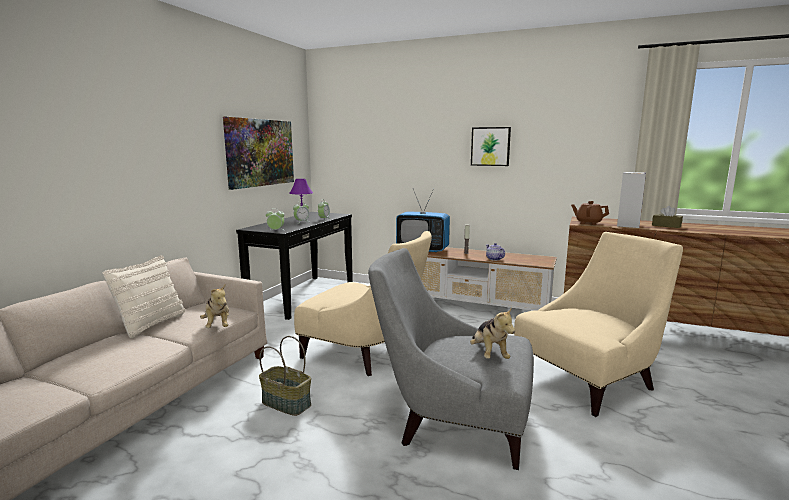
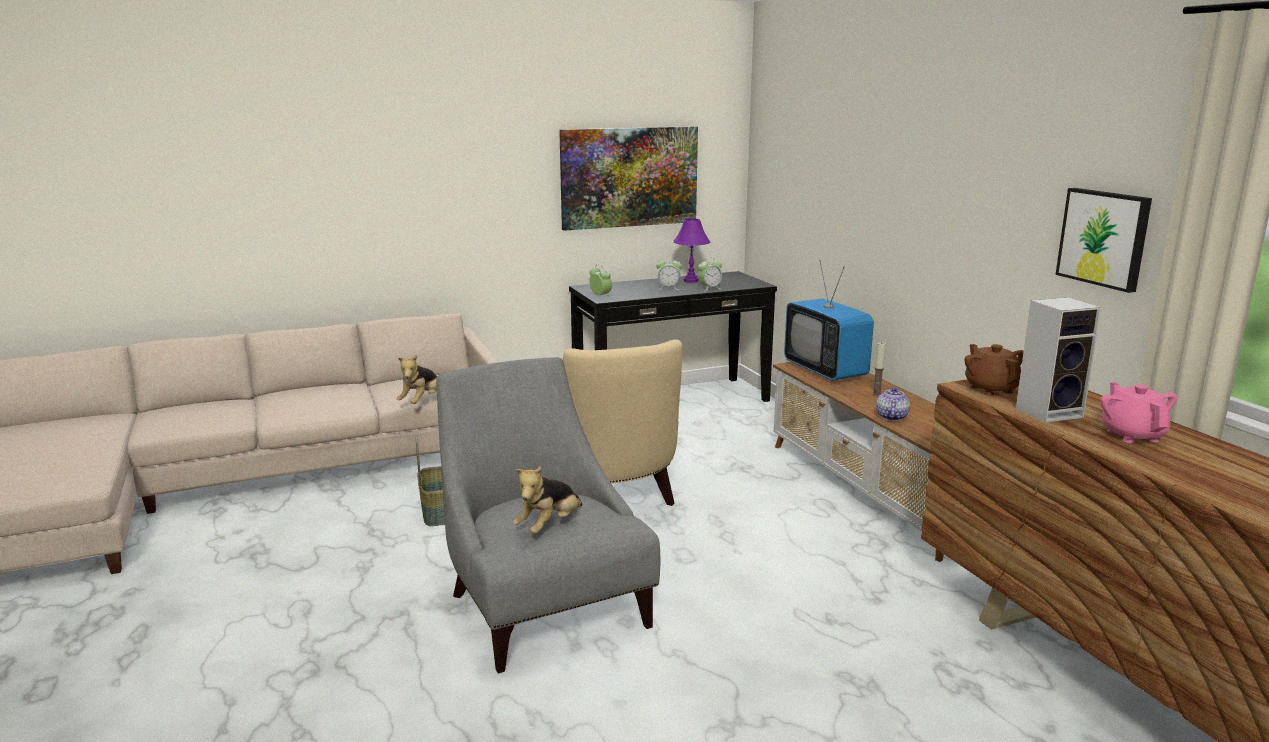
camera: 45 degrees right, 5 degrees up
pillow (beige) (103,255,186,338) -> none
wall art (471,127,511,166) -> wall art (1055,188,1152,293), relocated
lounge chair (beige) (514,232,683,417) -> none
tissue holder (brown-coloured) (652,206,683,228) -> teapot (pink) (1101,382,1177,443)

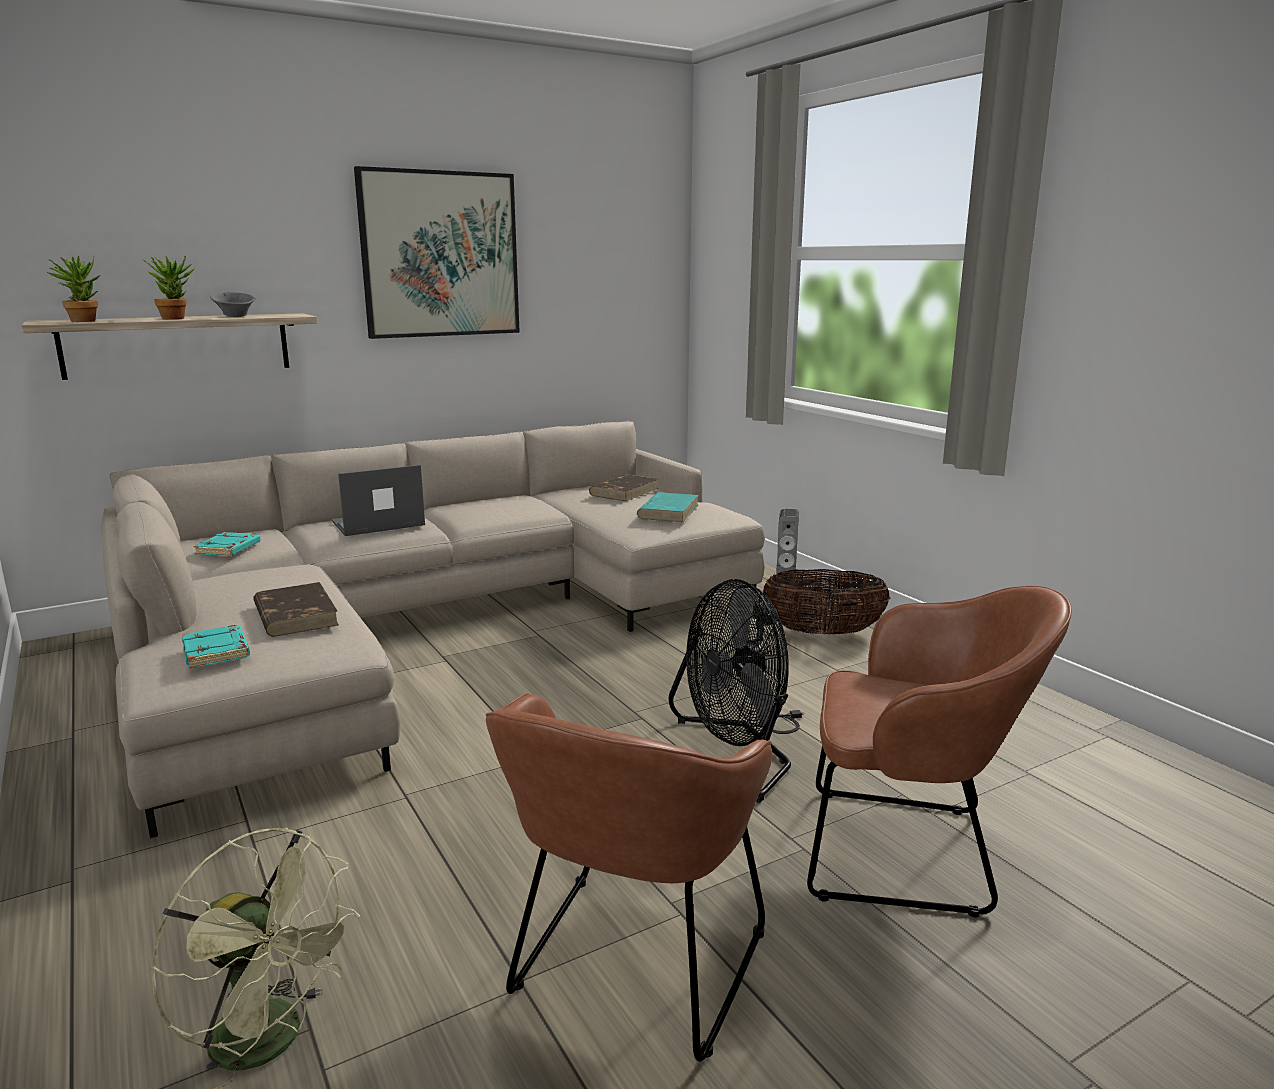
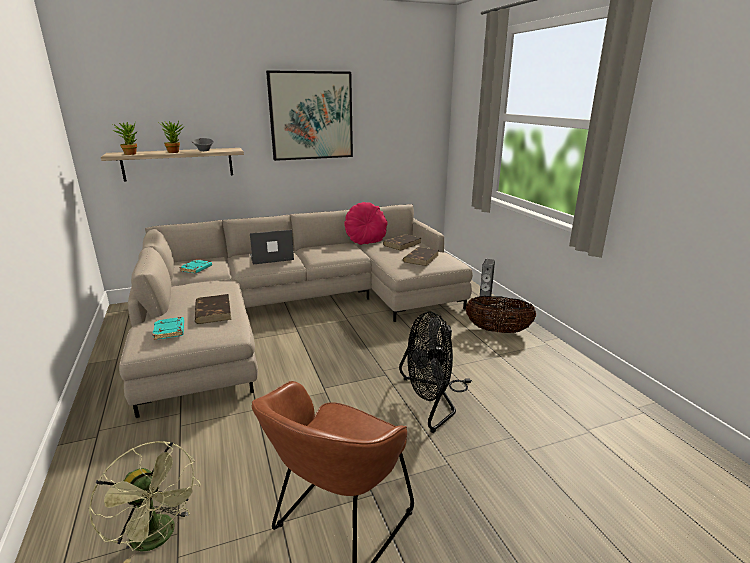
camera: 10 degrees right, 5 degrees up
volume (blue-green) (637,492,699,522) -> volume (brown-coloured) (403,247,439,266)
lounge chair (brown-coloured) (807,586,1072,918) -> none
none -> pillow (pink) (344,202,388,245)

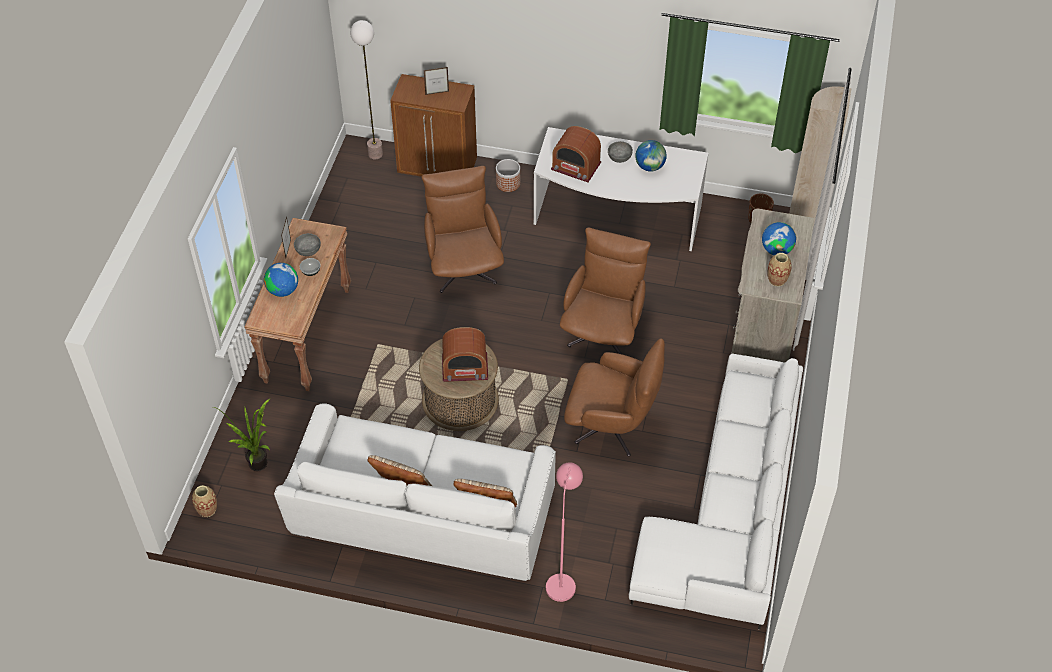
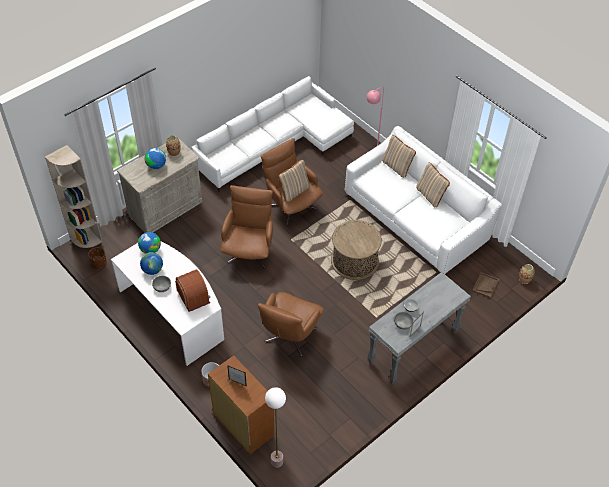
camera: 145 degrees left, 0 degrees up
potted plant (213,399,270,471) -> carrying tray (brown-coloured) (472,272,499,298)
console table (brown-coloured) (244,218,351,391) -> console table (grey) (367,272,471,384)
globe (264,263,298,297) -> globe (138,232,161,254), relocated
radio set (442,327,488,382) -> none
lounge chair (brown-coloured) (560,227,651,355) -> lounge chair (brown-coloured) (220,185,273,268), 135 degrees clockwise
none -> pillow (beige) (278,160,311,202)

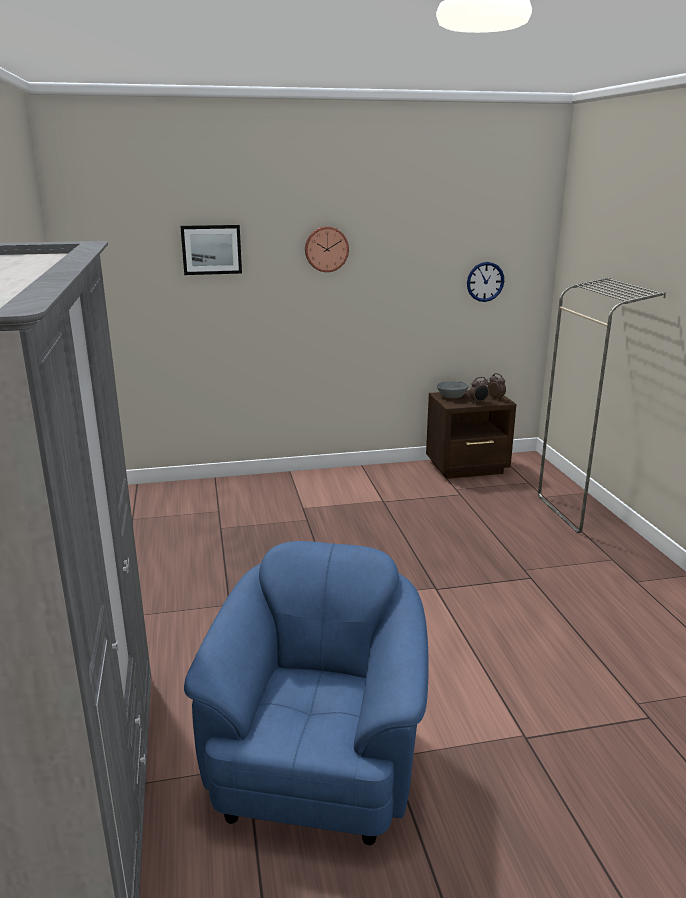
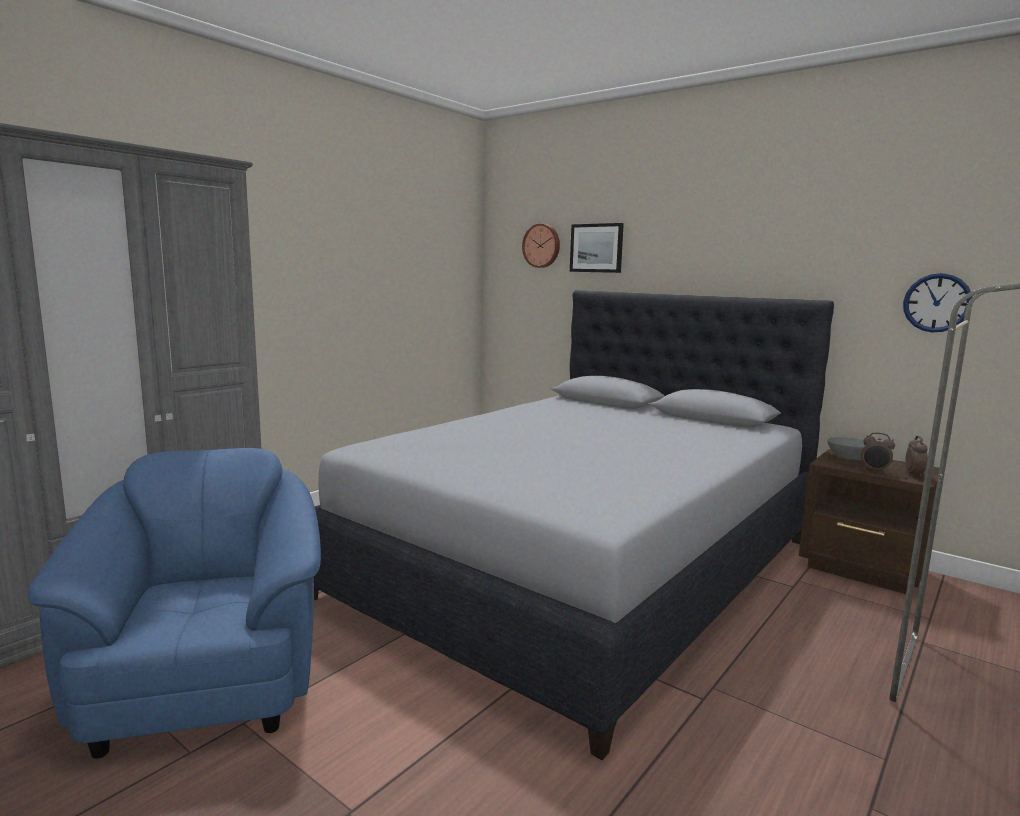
camera: 50 degrees right, 10 degrees down
lounge chair (blue-coloured) (184,541,429,845) -> lounge chair (blue-coloured) (28,448,321,759), 75 degrees counterclockwise
hanging clock (305,226,349,272) -> hanging clock (522,224,560,268), relocated
none -> sleeping bed (grey) (314,290,834,760)

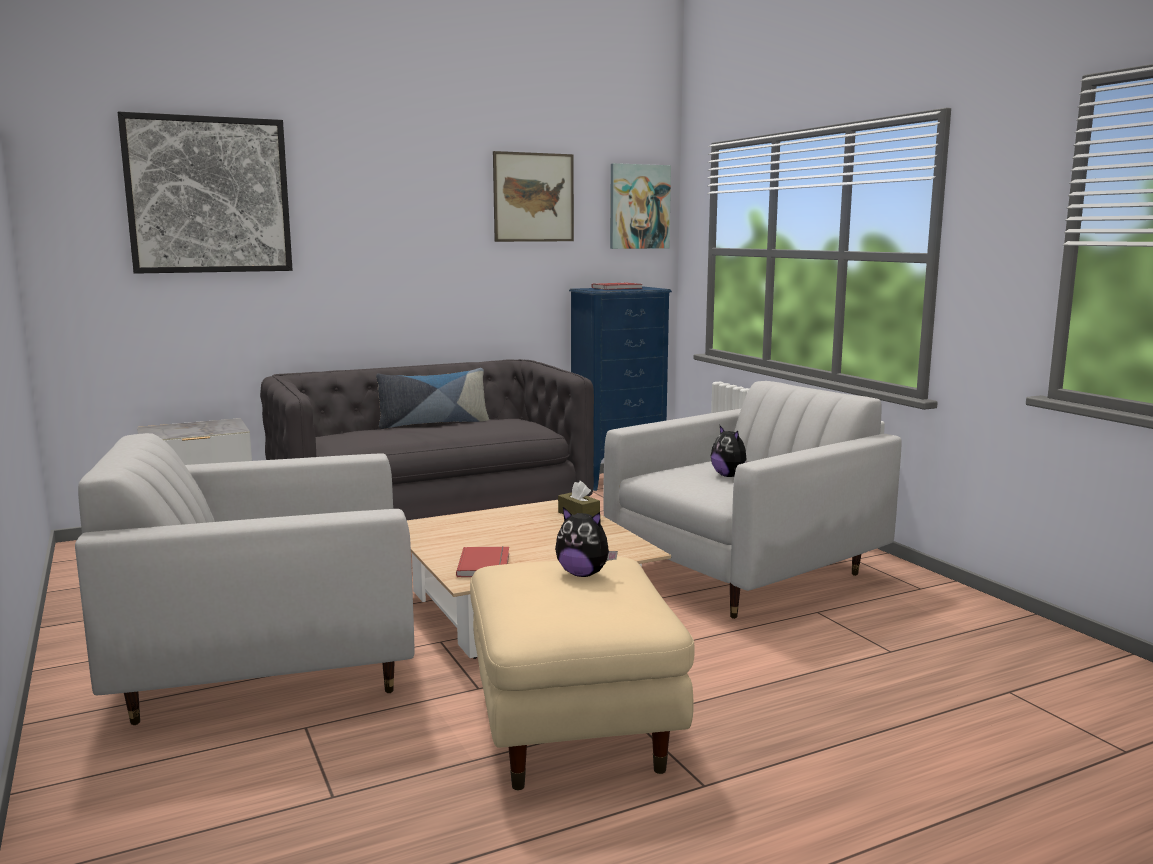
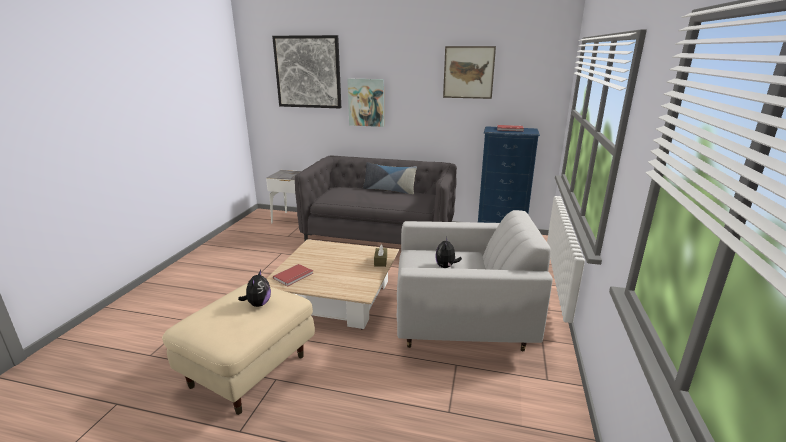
camera: 40 degrees right, 10 degrees up
lounge chair (white-coloured) (75,433,415,725) -> none
soft toy (555,507,618,577) -> soft toy (238,270,271,307), 150 degrees counterclockwise
wall art (610,163,671,249) -> wall art (347,79,384,127), relocated

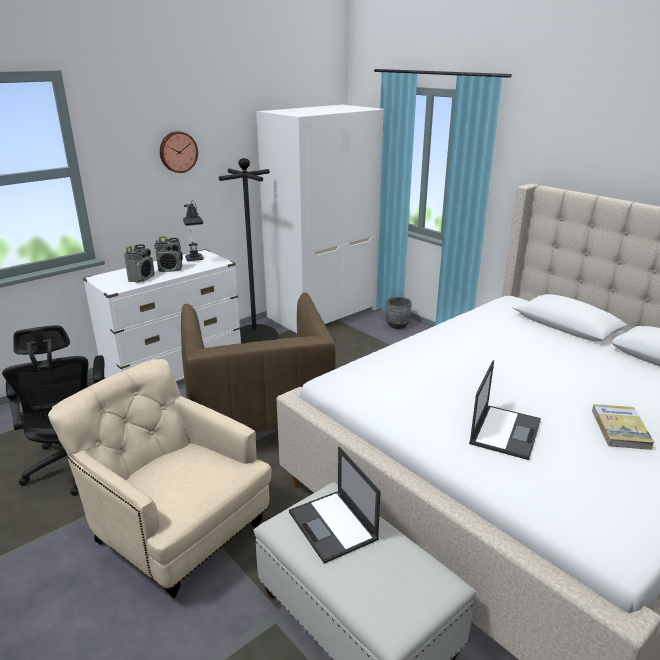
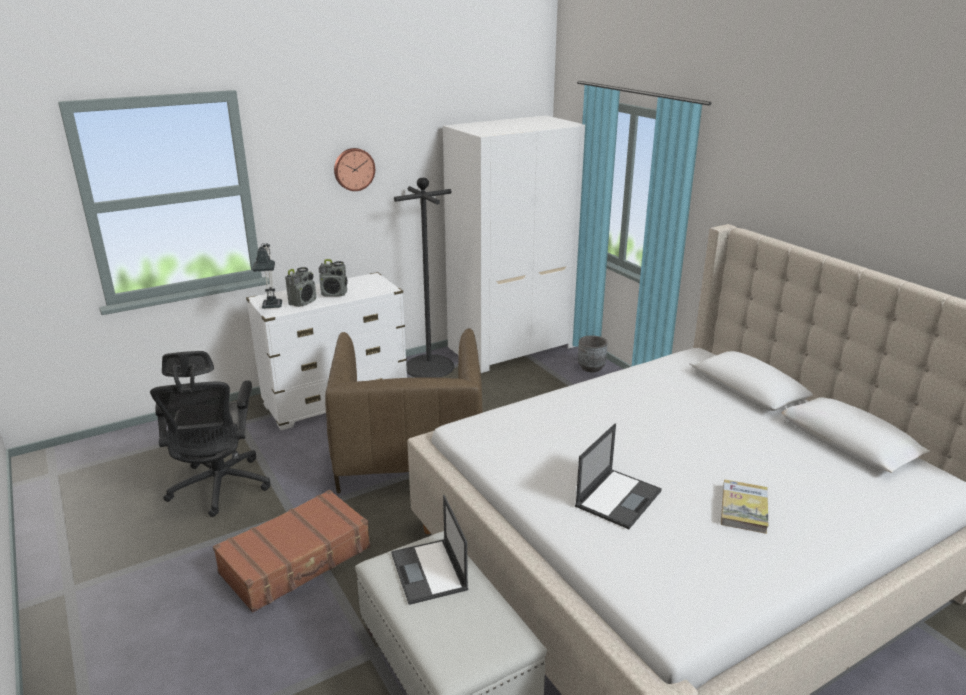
camera: 10 degrees right, 0 degrees up
lounge chair (beige) (48,359,272,598) -> piece of luggage (brown-coloured) (213,490,370,613)
table lamp (183,201,204,261) -> table lamp (252,243,282,309), relocated

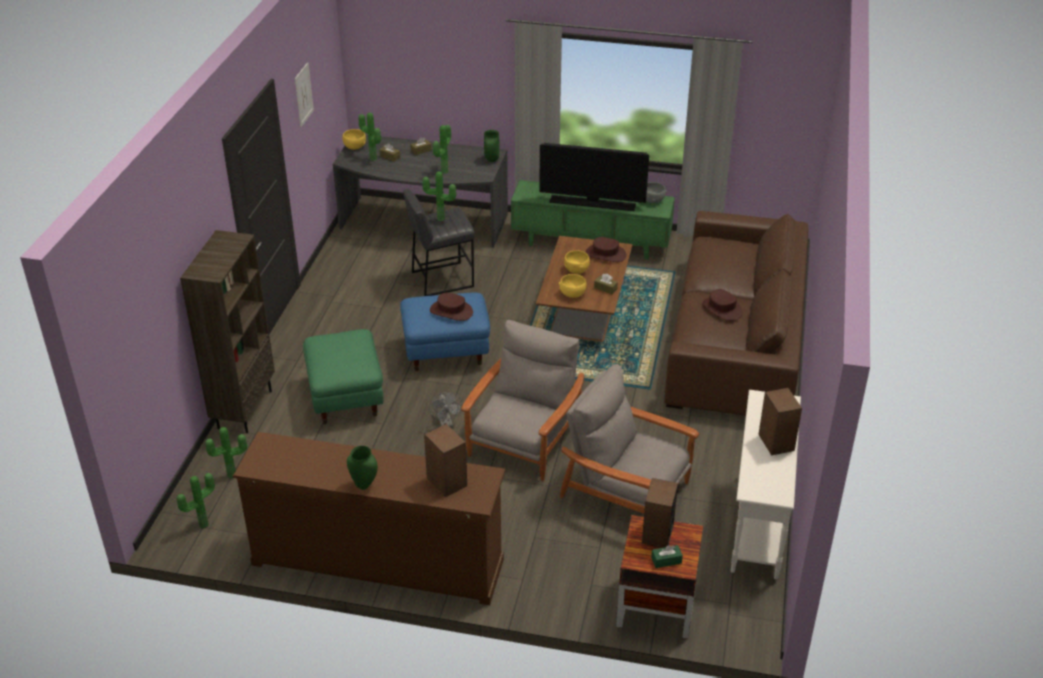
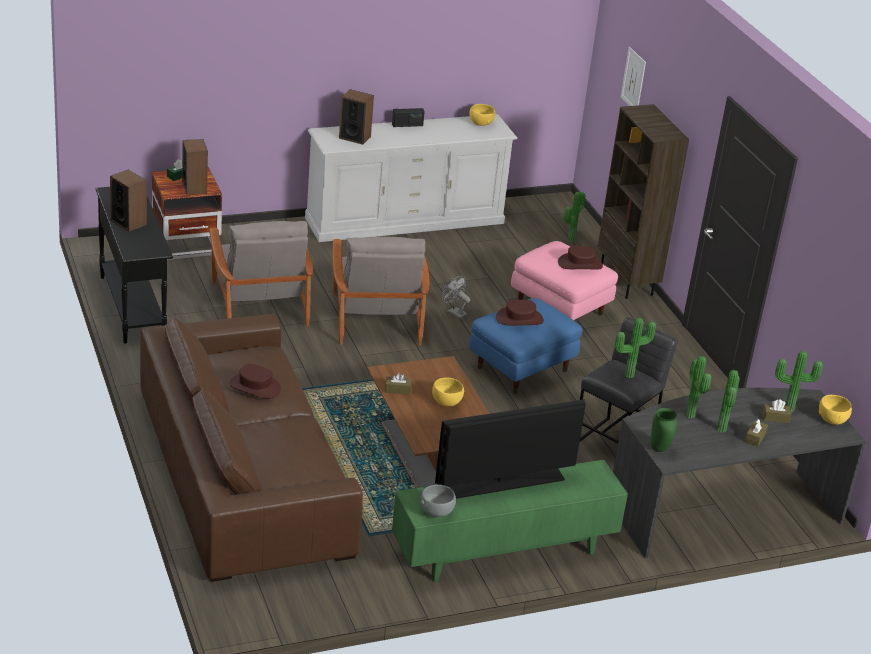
camera: 145 degrees right, 5 degrees down
potted plant (177,473,215,529) -> potted plant (717,370,740,433), relocated
cabinet (brown-coloured) (233,432,505,605) -> cabinet (white-coloured) (305,114,517,242)
wall art (295,62,314,127) -> wall art (621,47,646,106), relocated
ottoman (green) (303,329,384,424) -> ottoman (pink) (511,241,618,320)
decorative vase (green) (347,446,378,490) -> radio set (392,108,425,127)
serving bowl (yellowish) (559,274,586,298) -> serving bowl (yellowish) (469,104,495,126), relocated
lounge chair (grey) (560,364,699,514) -> lounge chair (grey) (209,221,313,327), 75 degrees clockwise
clothing hat (brown-coloured) (586,237,626,262) -> clothing hat (brown-coloured) (558,246,603,270), relocated
console table (white-coloured) (731,390,801,580) -> console table (blackish) (95,187,173,344)

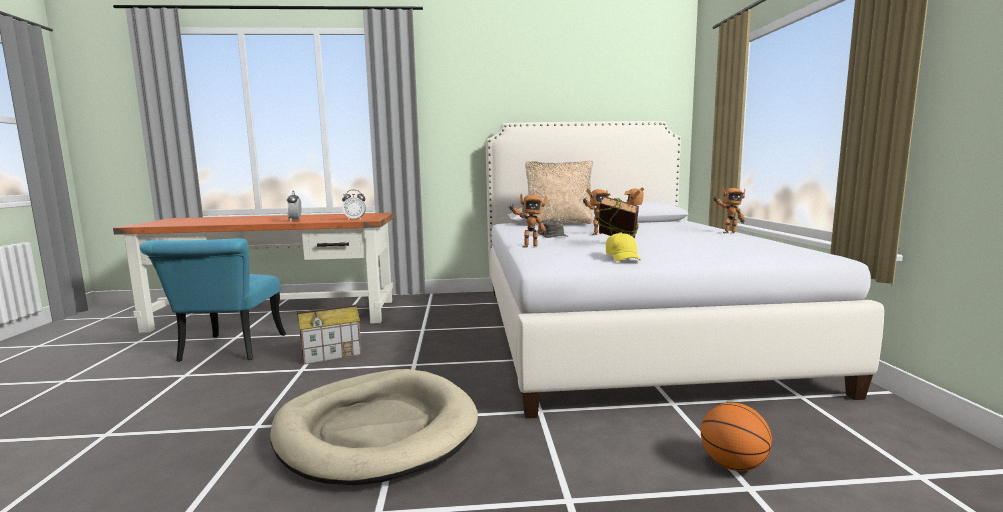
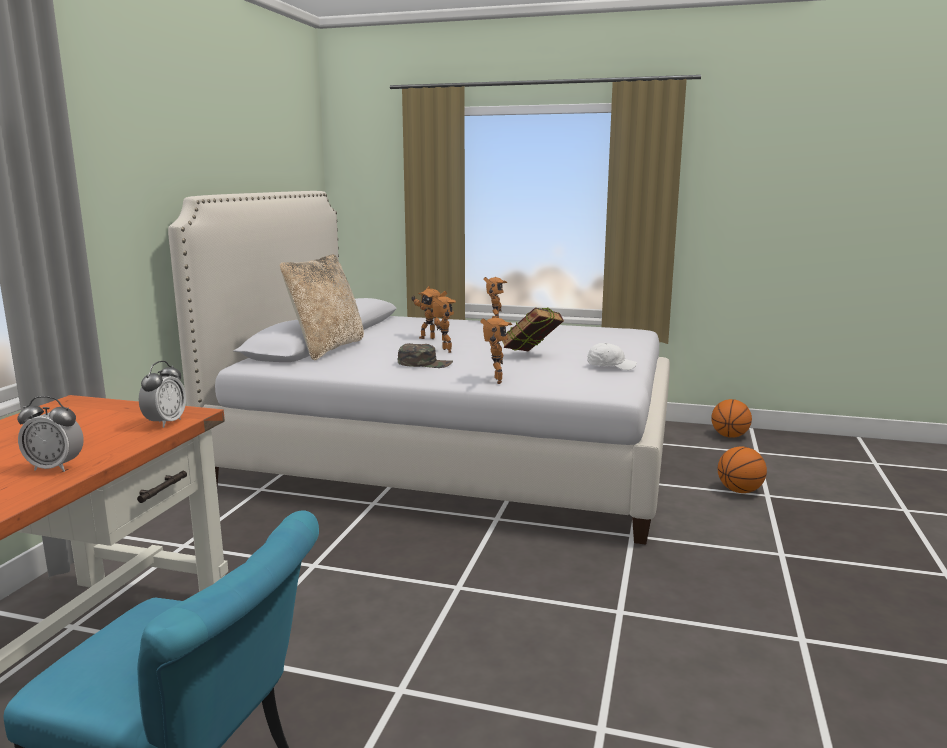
camera: 70 degrees left, 5 degrees up
dog cushion (beige) (270,369,478,485) -> none
model house (296,305,362,365) -> none
peaked cap (yellowish) (606,233,641,261) -> peaked cap (white-coloured) (587,343,637,370)
none -> basketball (711,399,752,438)

